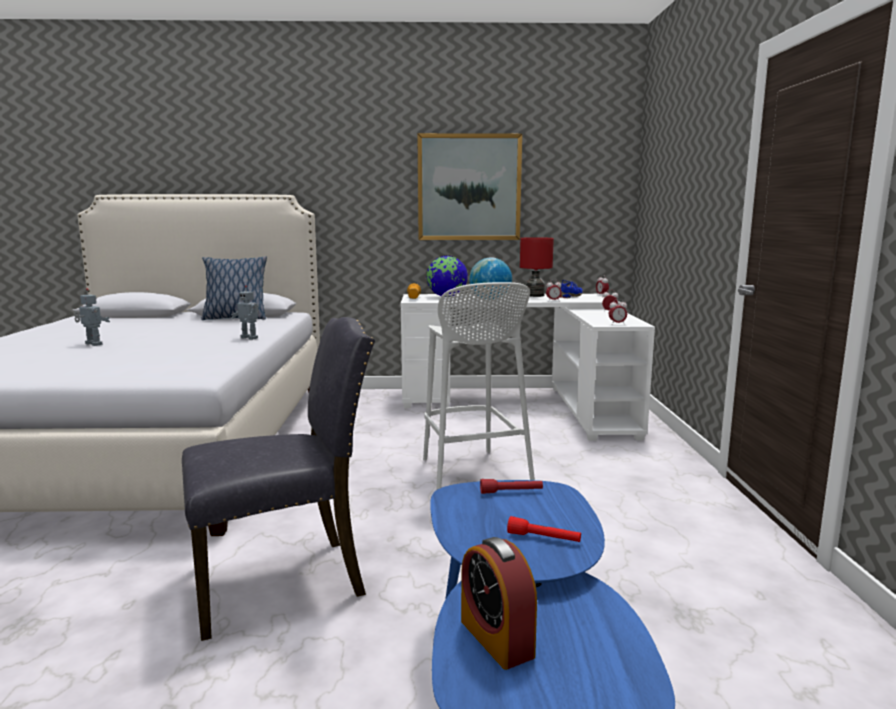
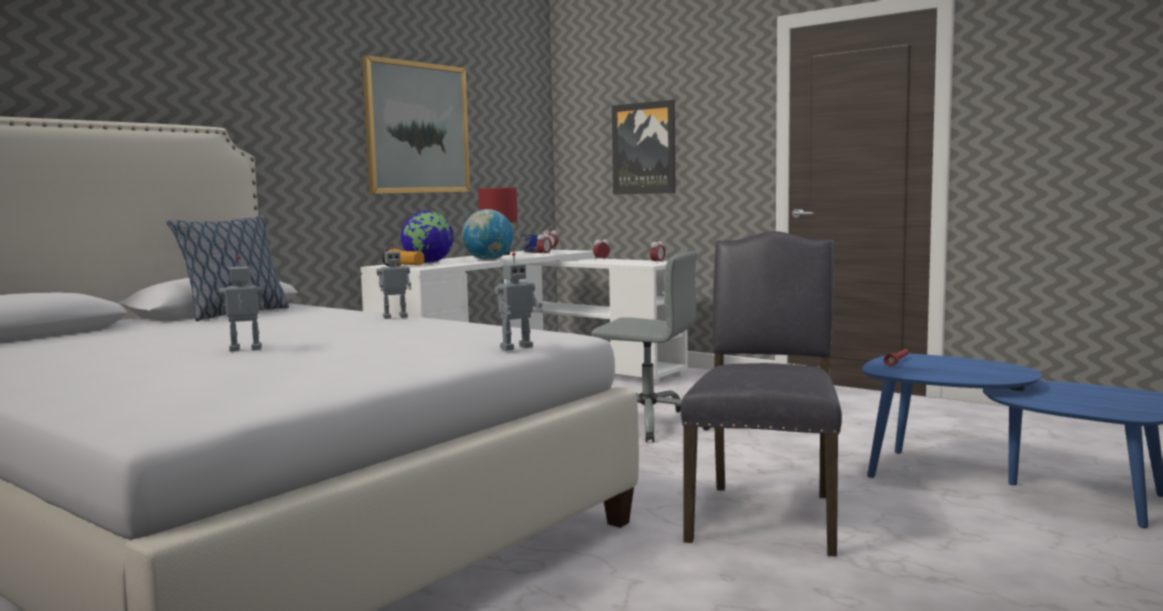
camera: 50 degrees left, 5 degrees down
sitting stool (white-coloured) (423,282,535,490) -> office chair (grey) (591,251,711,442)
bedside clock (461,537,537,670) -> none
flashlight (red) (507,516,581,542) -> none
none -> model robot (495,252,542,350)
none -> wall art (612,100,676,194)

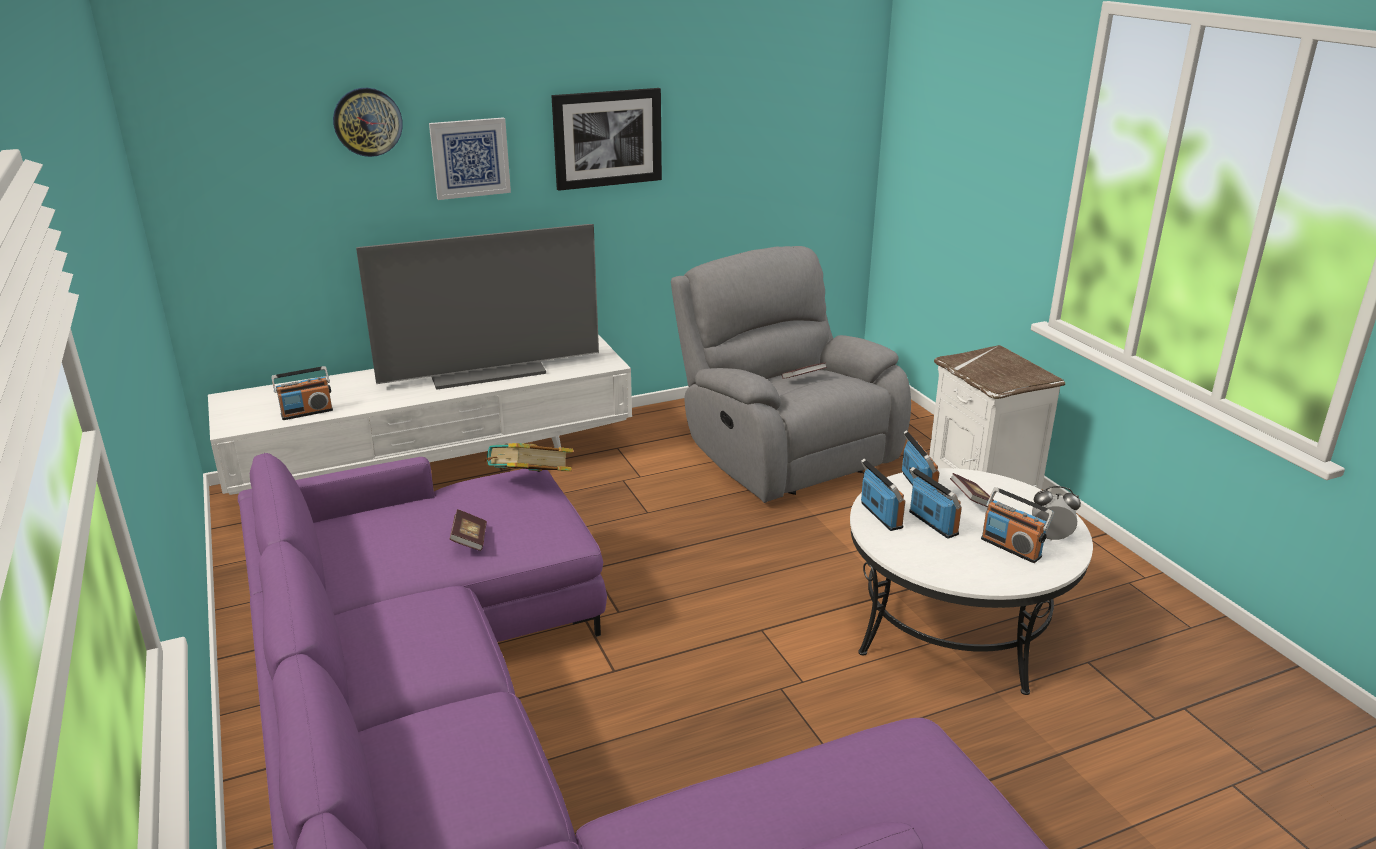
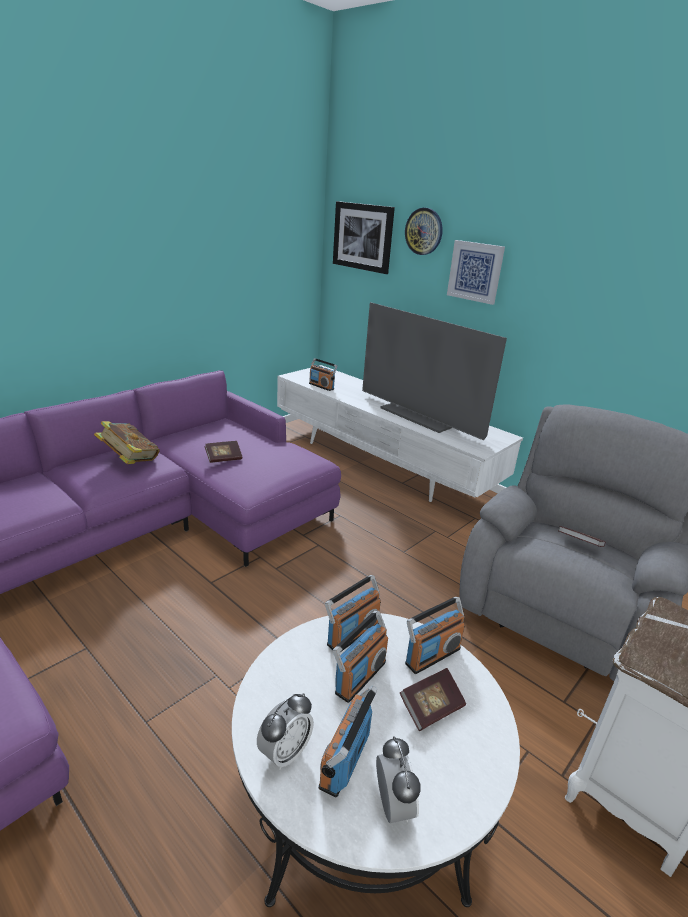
camera: 65 degrees right, 0 degrees up
volume (485,443,573,472) -> volume (94,421,160,464), relocated
wall art (552,88,662,191) -> wall art (333,201,395,274), relocated
none -> bedside clock (257,693,314,770)

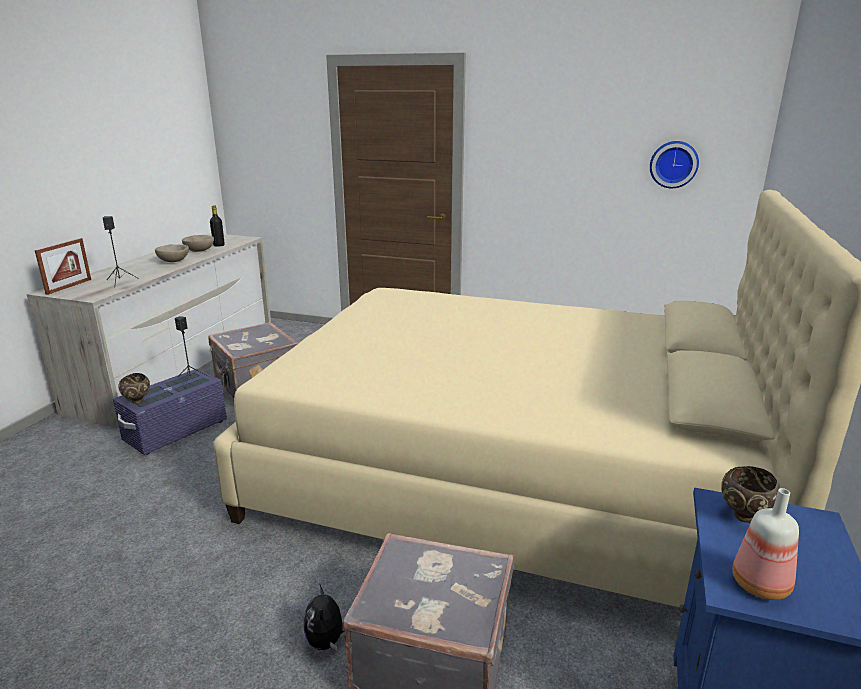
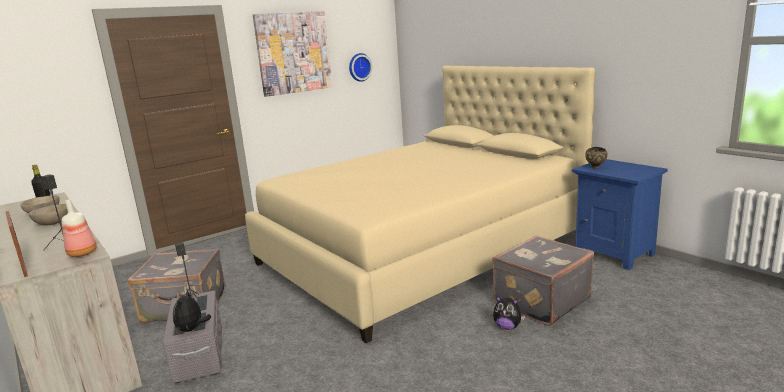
camera: 55 degrees left, 5 degrees down
storage box (purple) (113,369,227,455) -> storage box (grey) (163,291,222,383)
serving bowl (brown-coloured) (118,373,150,404) -> soft toy (173,290,211,332)
bottle (732,488,799,600) -> bottle (62,200,97,257), relocated
none -> wall art (253,11,332,97)

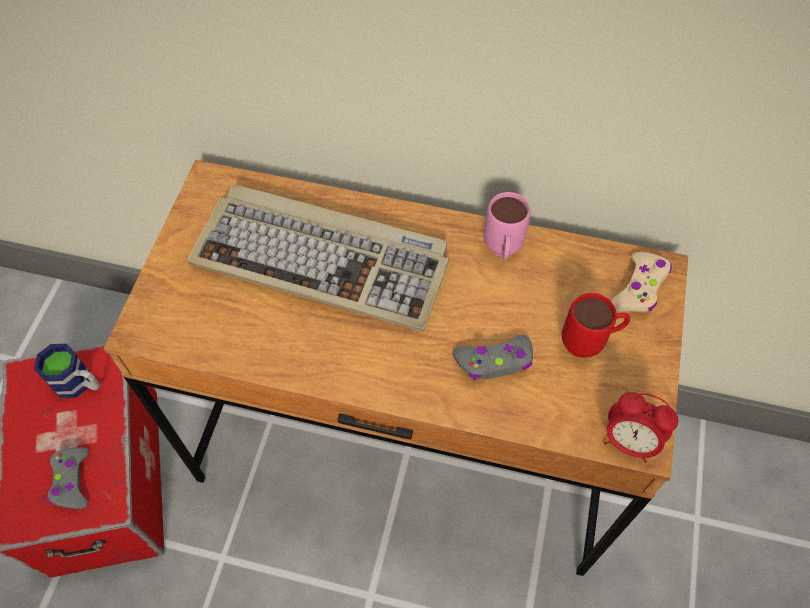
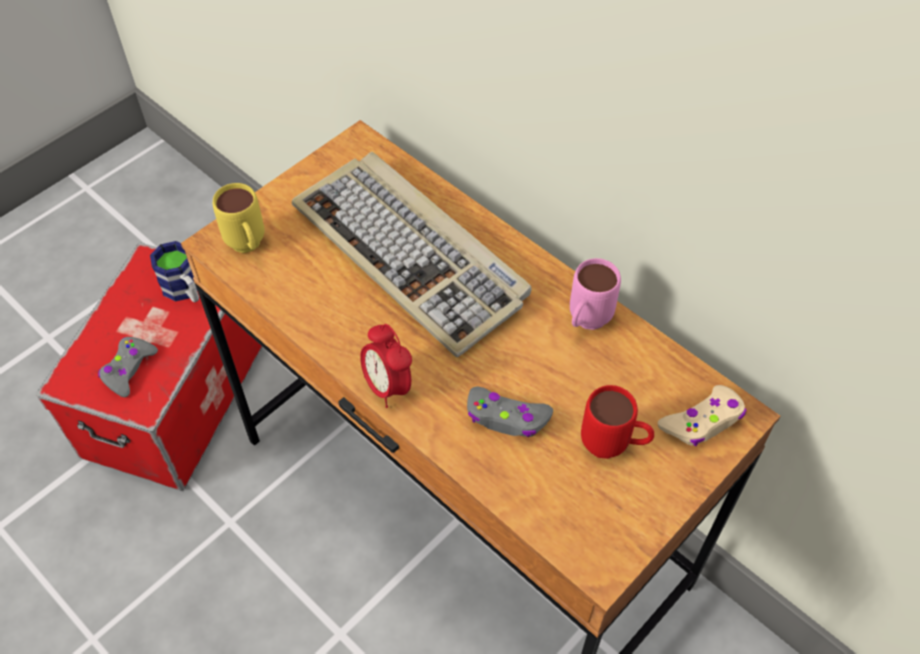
camera: 30 degrees right, 5 degrees down
bedside clock (604,392,678,463) -> bedside clock (360,324,412,408), relocated
none -> tea mug (yellowish) (213,183,265,253)

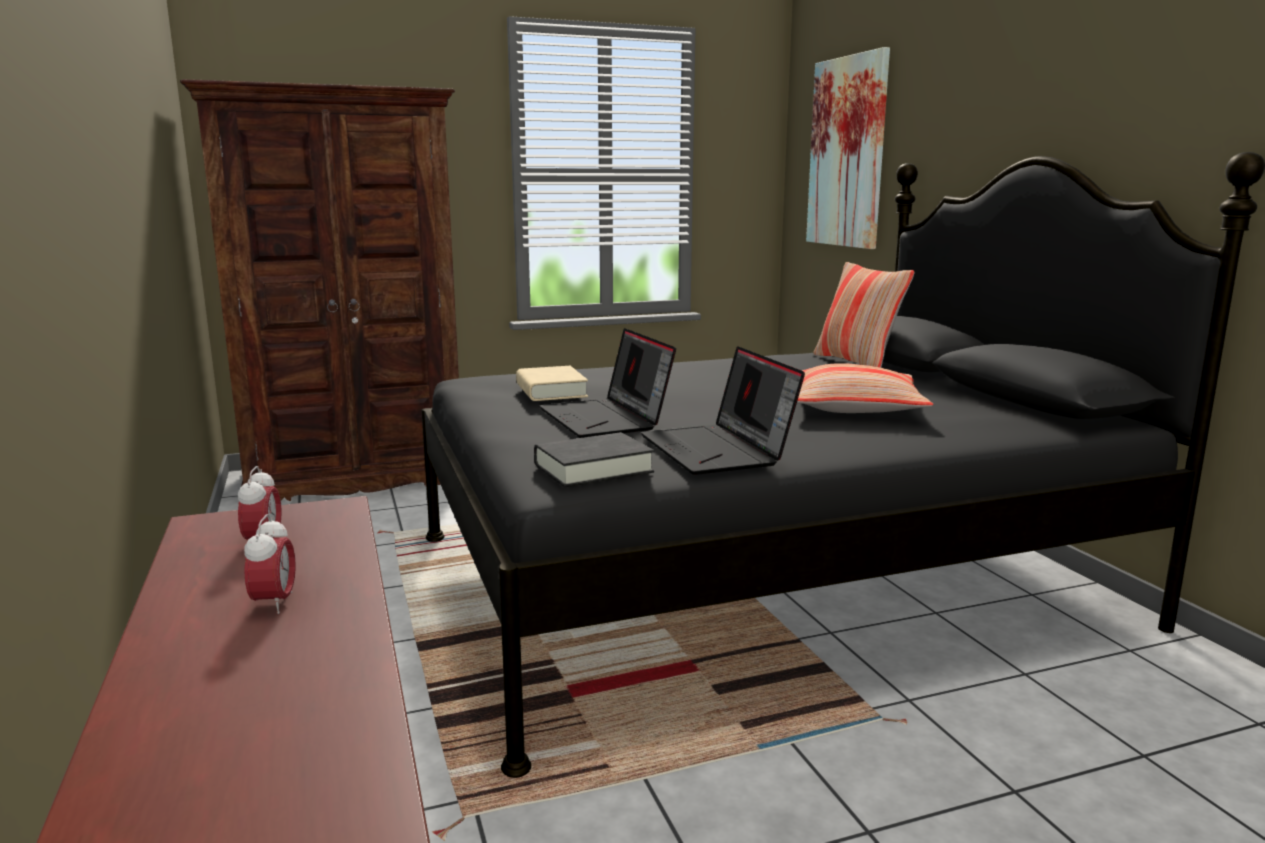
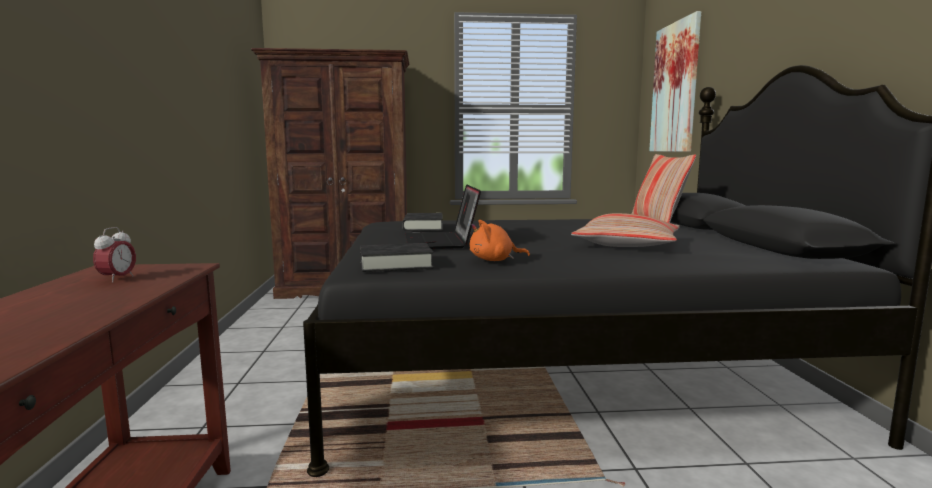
camera: 15 degrees right, 5 degrees down
bedside clock (244,514,296,614) -> none
volume (beige) (516,366,588,401) -> volume (blackish) (402,213,443,231)
laptop (641,346,805,475) -> soft toy (orange-coloured) (470,220,530,261)

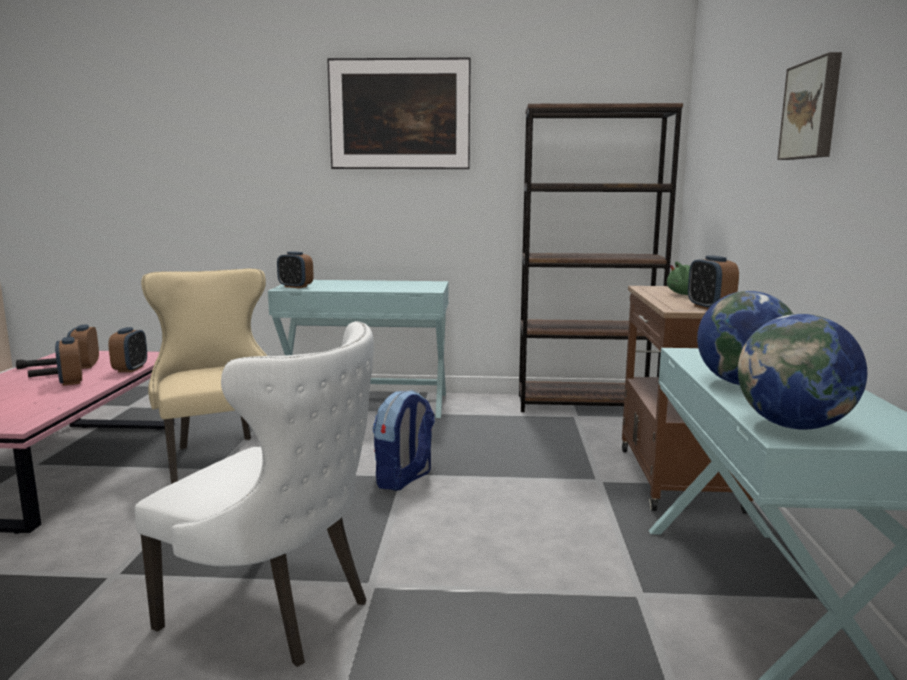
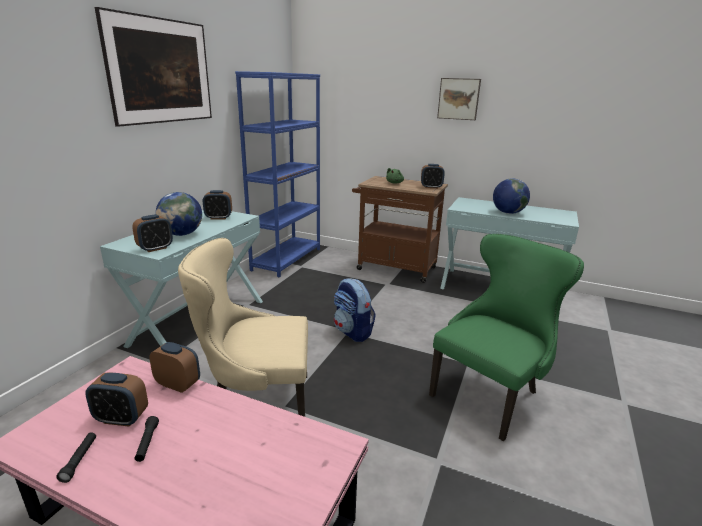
camera: 70 degrees left, 10 degrees up
bedside clock (55,337,82,386) -> bedside clock (203,190,232,220), relocated
chair (white-coloured) (135,321,374,667) -> chair (green) (429,234,584,441)
bookshelf (brown-coloured) (519,103,683,412) -> bookshelf (blue-coloured) (235,71,320,278)
globe (738,314,867,430) -> globe (156,192,202,236), relocated

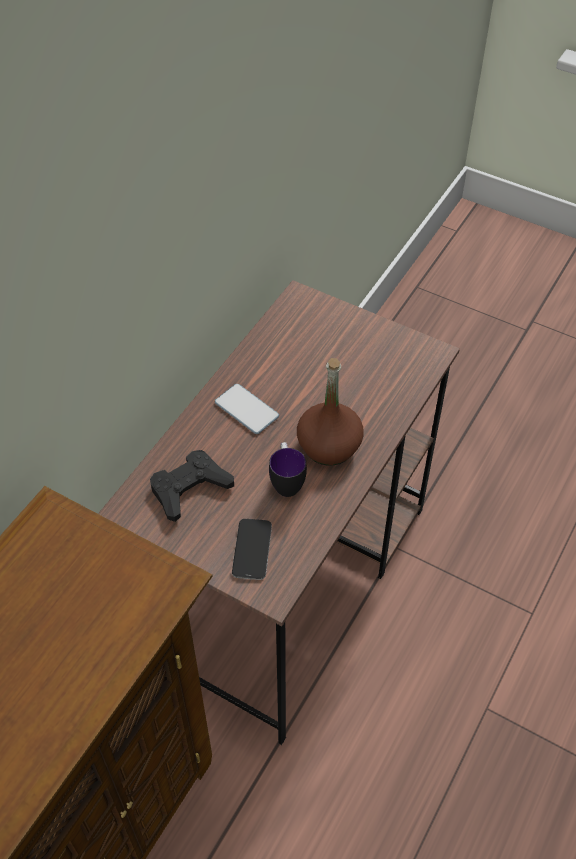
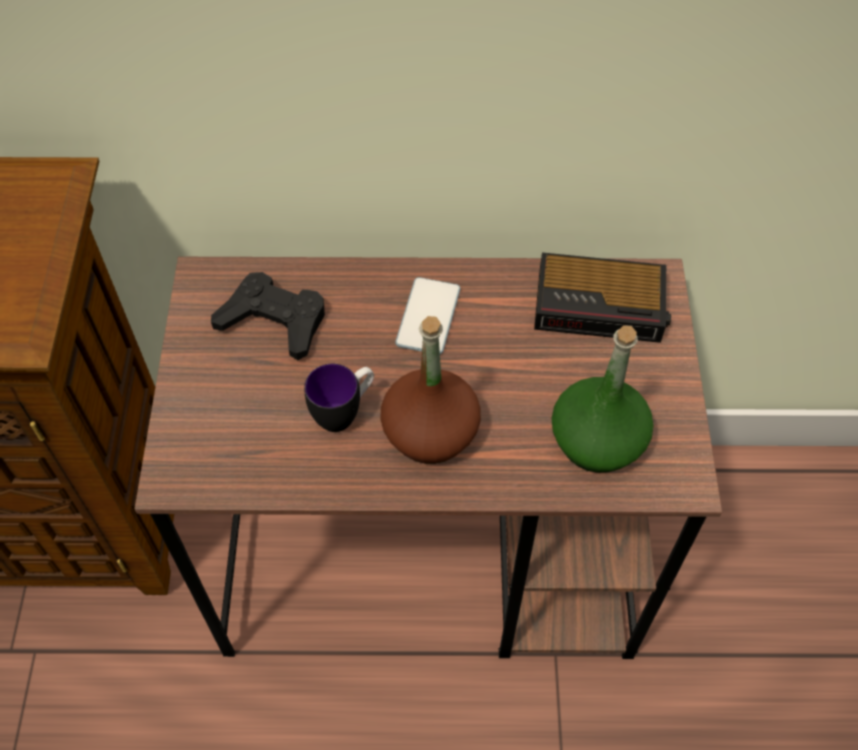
camera: 60 degrees right, 5 degrees up
handset (232,519,272,580) -> none
none -> bedside clock (534,253,671,343)
none -> bottle (green) (552,325,654,473)

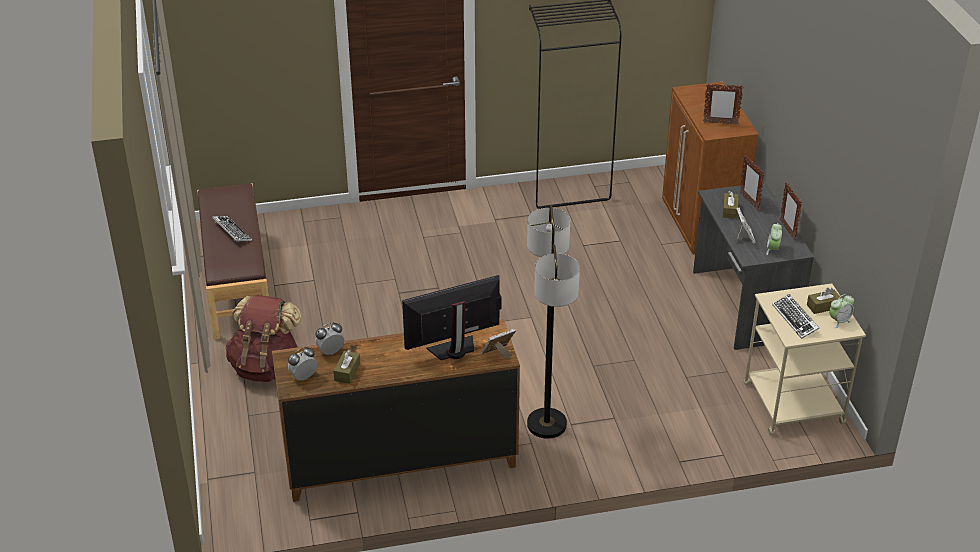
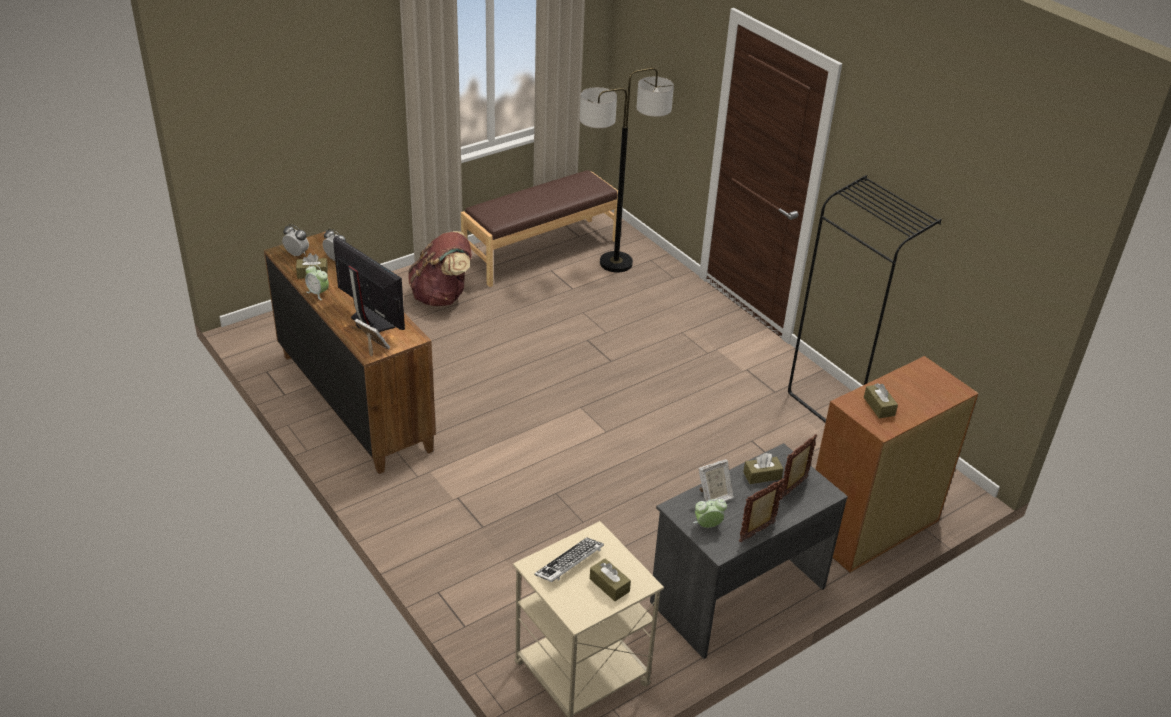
camera: 65 degrees right, 0 degrees up
computer keyboard (212,216,252,241) -> none
floor lamp (527,205,580,439) -> floor lamp (580,68,674,273), relocated
picture frame (703,84,743,125) -> tissue holder (brown-coloured) (864,383,898,419)
bedside clock (829,294,854,328) -> bedside clock (305,264,329,300), relocated

